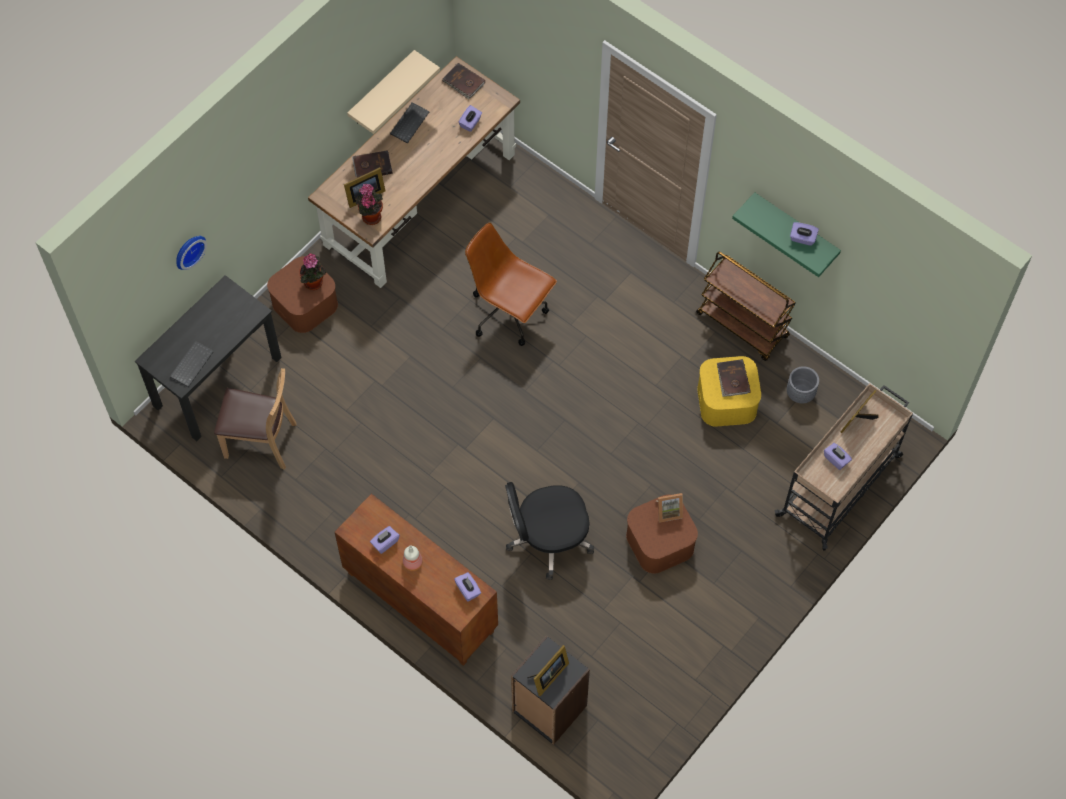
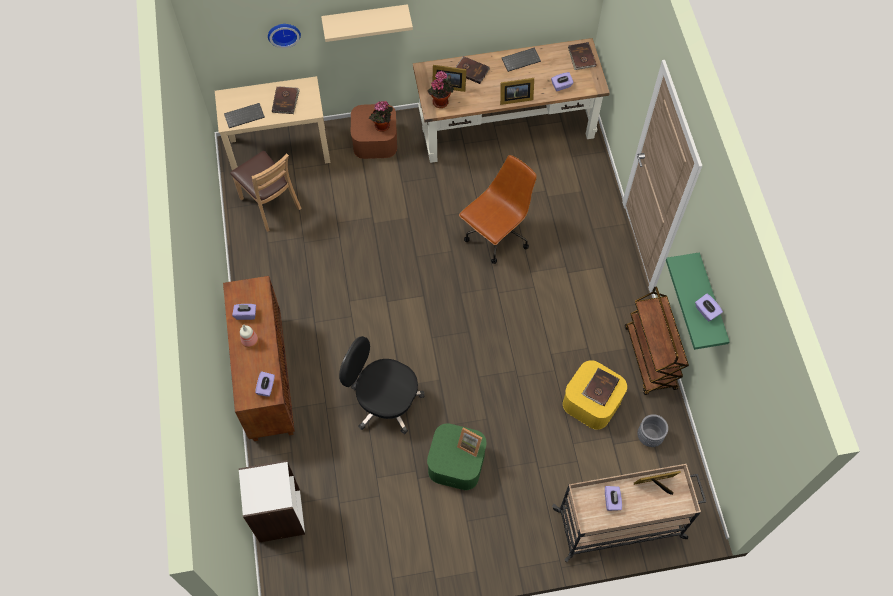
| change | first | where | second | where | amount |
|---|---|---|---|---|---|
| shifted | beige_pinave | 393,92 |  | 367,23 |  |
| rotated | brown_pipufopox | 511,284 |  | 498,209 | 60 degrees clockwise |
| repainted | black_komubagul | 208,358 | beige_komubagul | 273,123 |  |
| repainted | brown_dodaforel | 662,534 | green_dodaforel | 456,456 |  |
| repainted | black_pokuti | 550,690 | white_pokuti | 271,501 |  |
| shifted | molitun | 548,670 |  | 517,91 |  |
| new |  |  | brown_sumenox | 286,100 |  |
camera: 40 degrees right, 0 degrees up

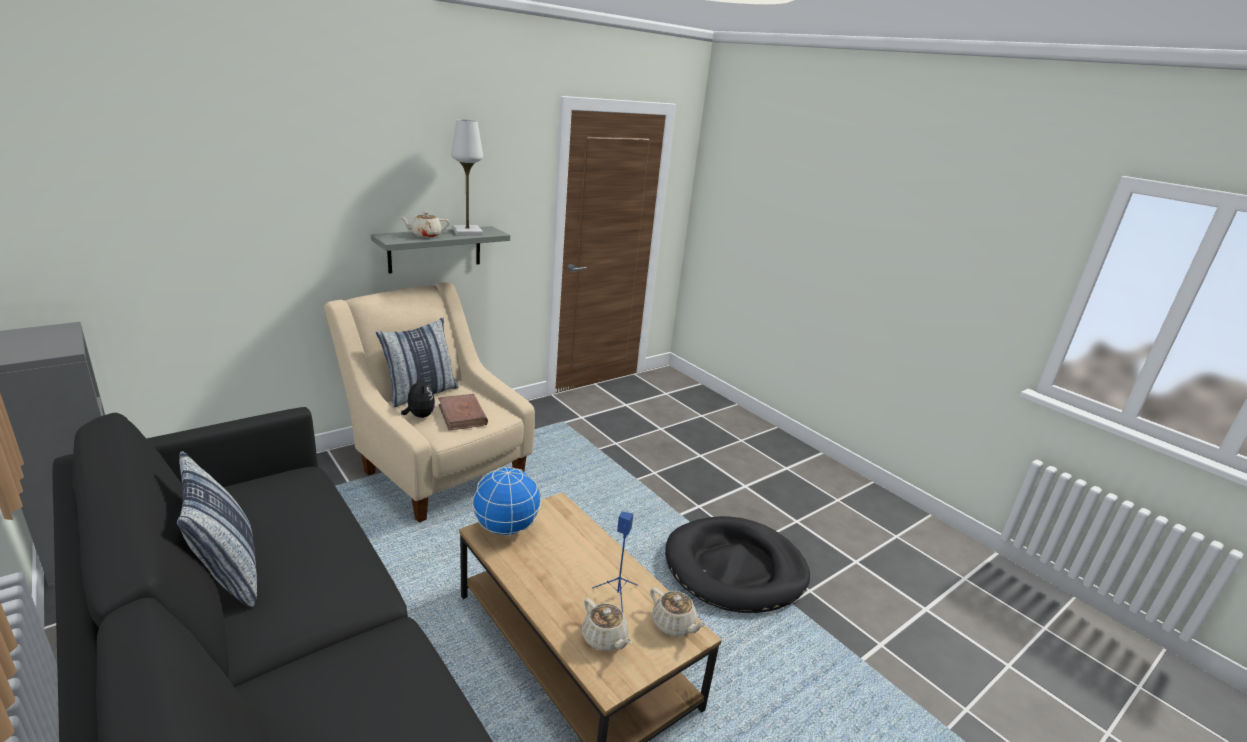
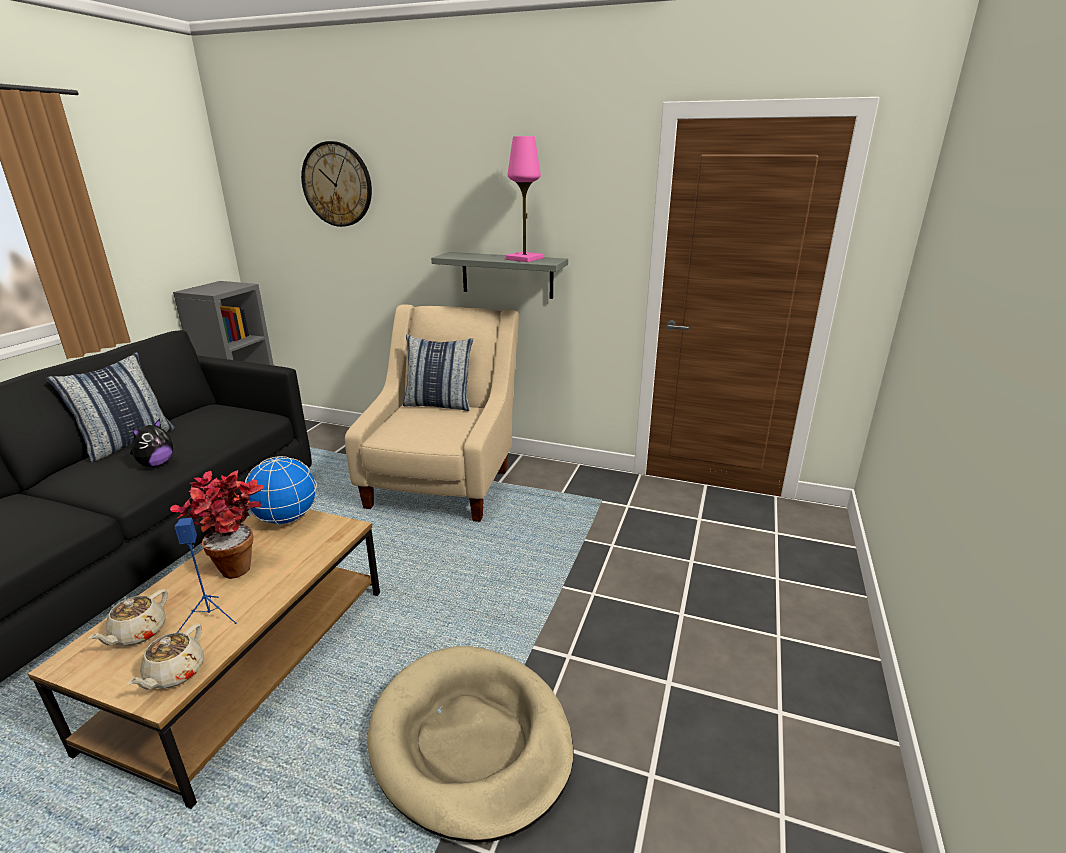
| change | first | where | second | where | amount |
|---|---|---|---|---|---|
| repainted | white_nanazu | 467,177 | pink_nanazu | 524,199 |  |
| gone | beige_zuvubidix | 424,225 |  |  |  |
| shifted | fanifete | 418,397 |  | 151,442 |  |
| gone | brown_sumenox | 463,412 |  |  |  |
| repainted | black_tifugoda | 737,564 | beige_tifugoda | 471,744 |  |
| new |  |  | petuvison | 336,184 |  |
| new |  |  | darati | 217,524 |  |
camera: 60 degrees right, 0 degrees up

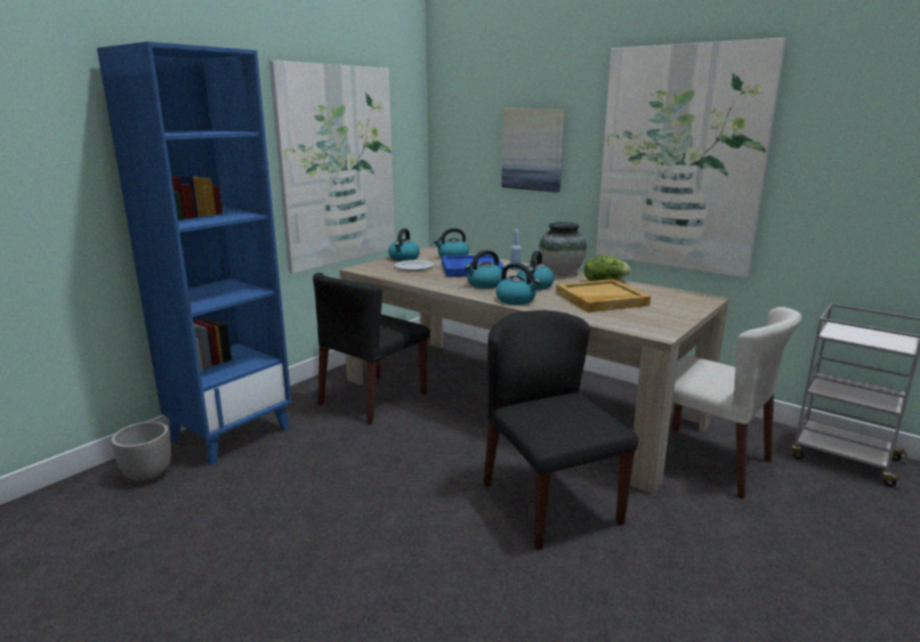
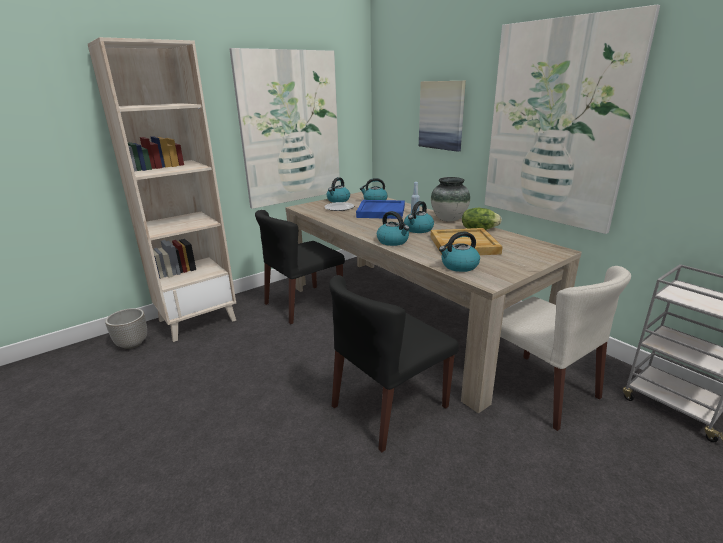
| change | first | where | second | where | amount |
|---|---|---|---|---|---|
| repainted | blue_pokuti | 194,253 | beige_pokuti | 162,189 |  |
| shifted | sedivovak | 483,269 |  | 459,252 |  |
| rotated | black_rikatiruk | 560,430 |  | 394,363 | 120 degrees counterclockwise |
camera: 15 degrees right, 5 degrees up

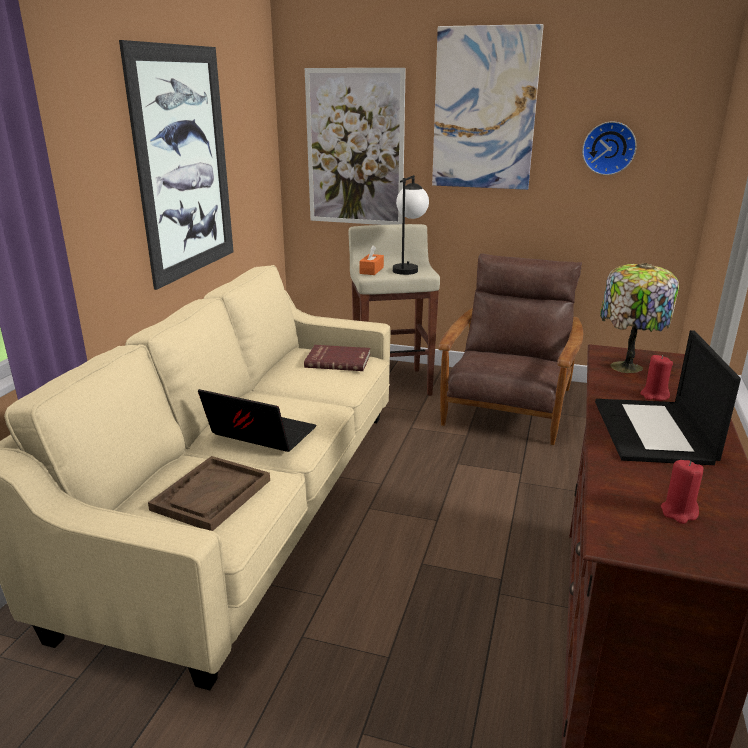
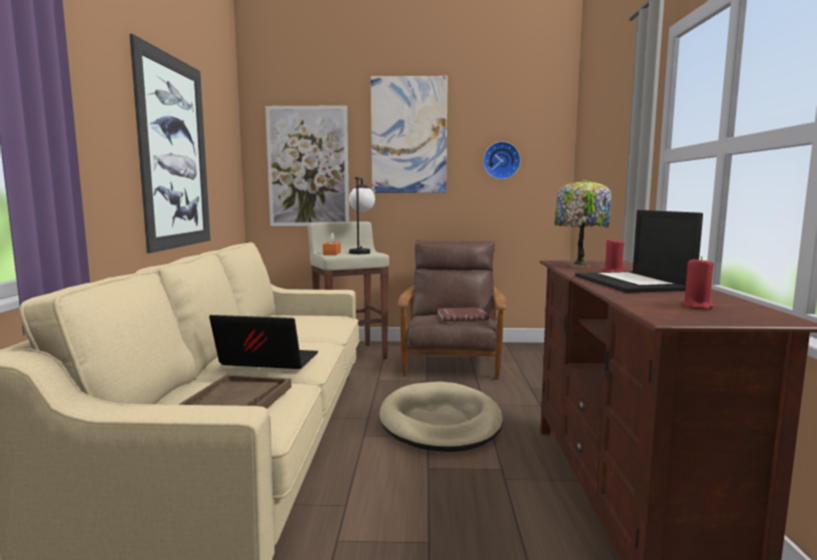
| change | first | where | second | where | amount |
|---|---|---|---|---|---|
| shifted | red_sumenox | 337,358 |  | 463,314 |  |
| new |  |  | beige_tifugoda | 441,416 |  |
camera: 15 degrees left, 15 degrees down

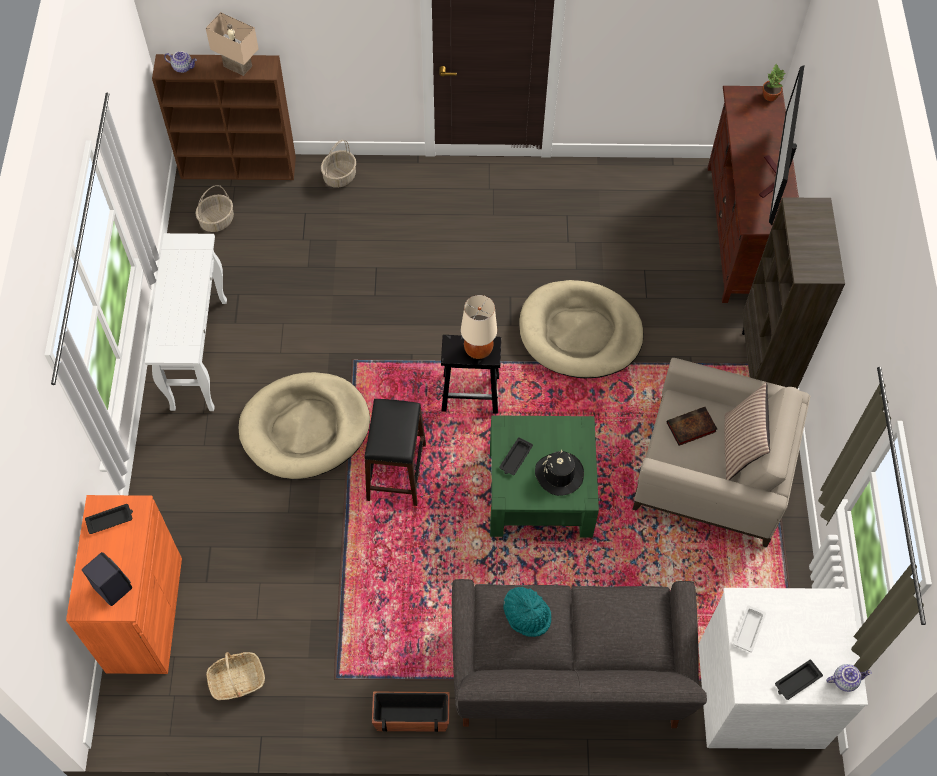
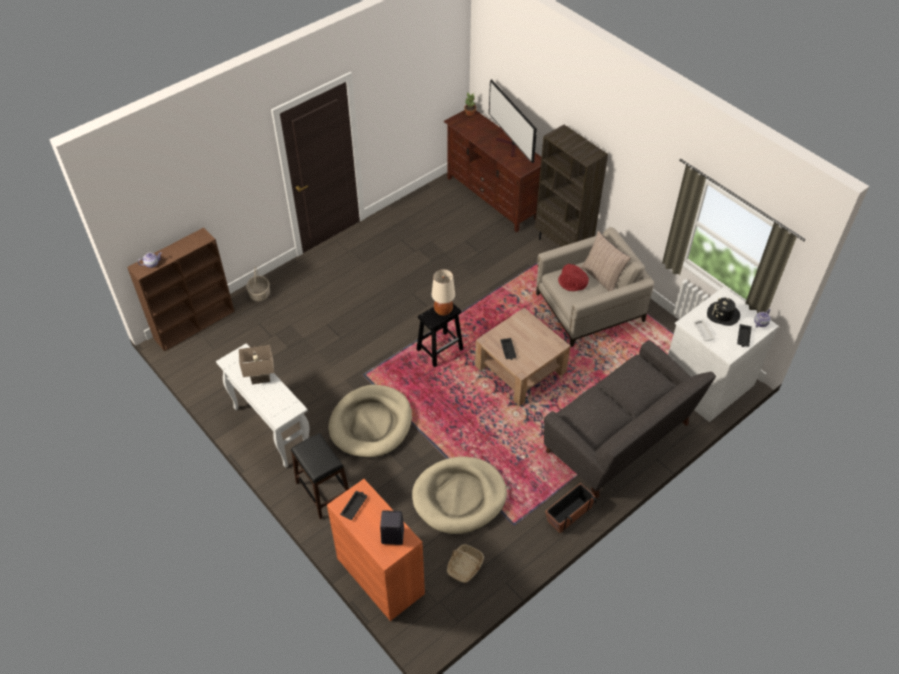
| change | first | where | second | where | amount |
|---|---|---|---|---|---|
| shifted | beige_nanazu | 232,44 |  | 256,364 |  |
| gone | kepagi | 214,208 |  |  |  |
| shifted | beige_tifugoda | 581,329 |  | 459,495 |  |
| shifted | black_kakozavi | 395,452 |  | 320,476 |  |
| swapped | sumenox | 692,426 | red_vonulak | 573,277 |  |
| repainted | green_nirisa | 544,476 | brown_nirisa | 523,357 |  |
| shifted | black_vonulak | 559,473 |  | 723,312 |  |
| gone | turquoise_vonulak | 527,612 |  |  |  |
camera: 40 degrees left, 10 degrees down

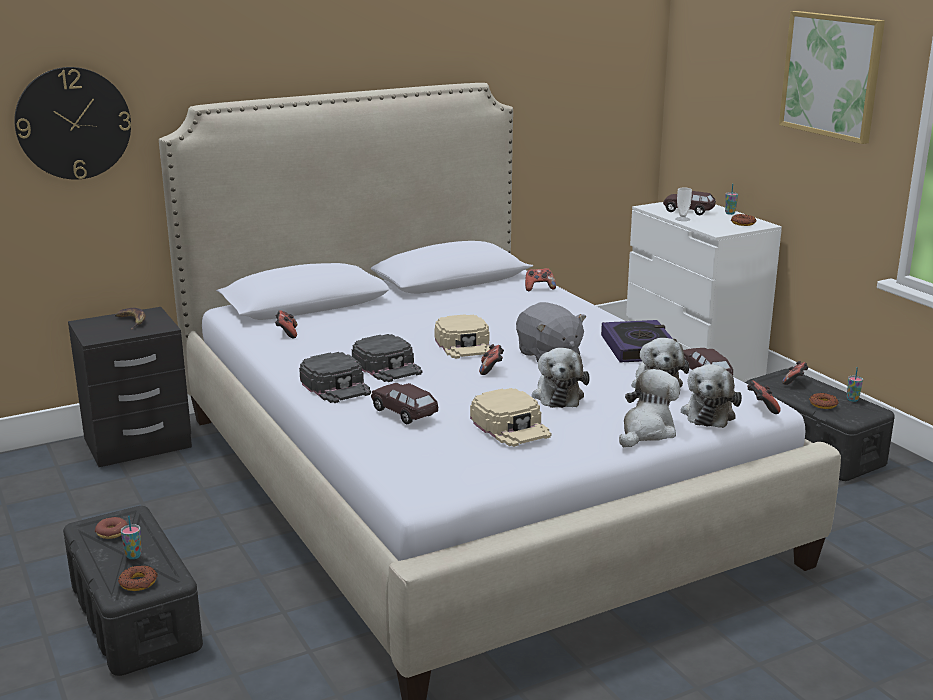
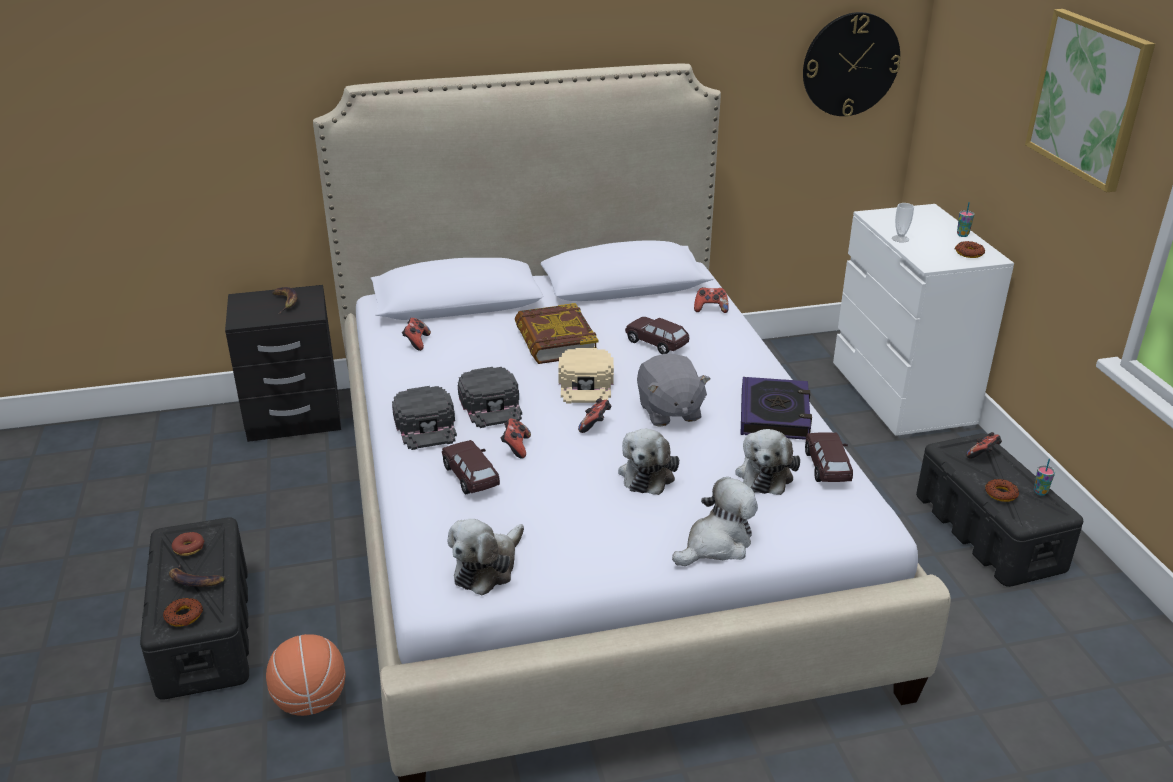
| change | first | where | second | where | amount |
|---|---|---|---|---|---|
| shifted | petuvison | 72,123 |  | 852,64 |  |
| shifted | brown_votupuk | 689,203 |  | 657,335 |  |
| shifted | fanifete | 711,396 |  | 486,557 |  |
| shifted | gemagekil | 764,397 |  | 516,438 |  |
| gone | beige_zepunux | 511,417 |  |  |  |
| swapped | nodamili | 131,537 | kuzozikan | 197,576 |  |
| new |  |  | sumenox | 556,333 |  |
| new |  |  | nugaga | 305,675 |  |
camera: 15 degrees right, 10 degrees up

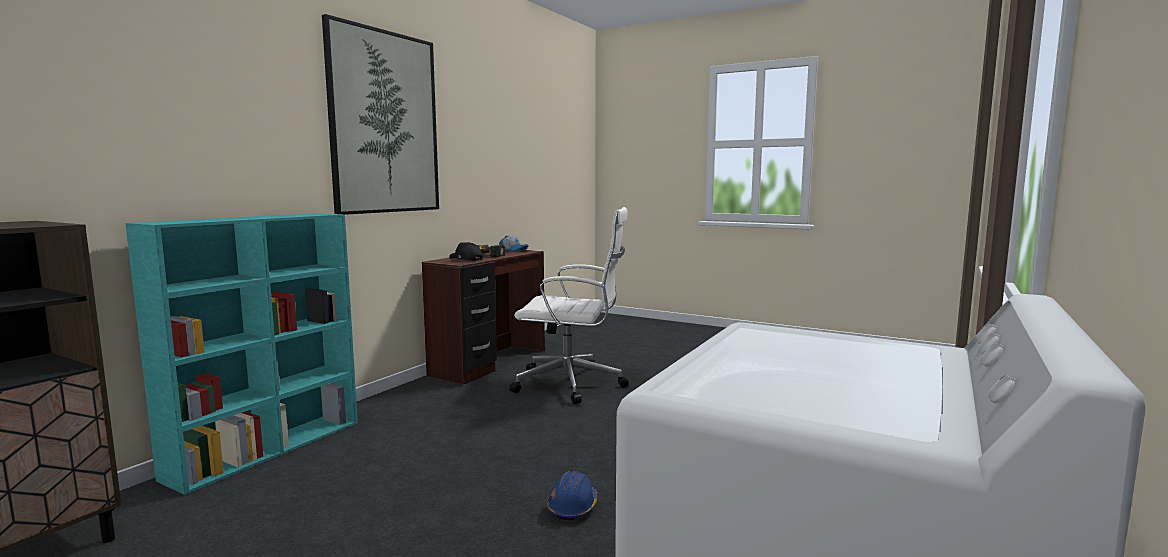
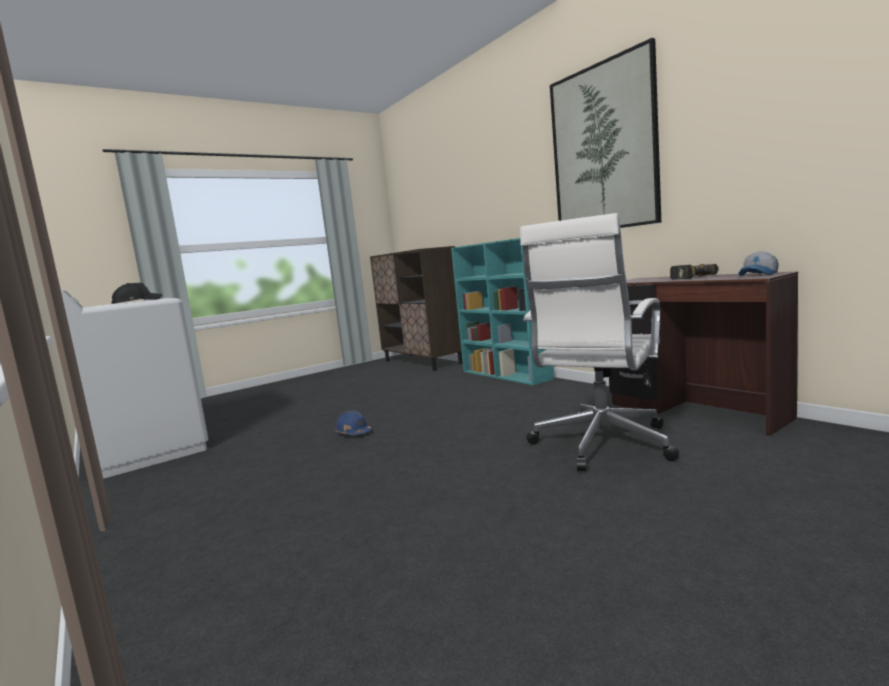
| change | first | where | second | where | amount |
|---|---|---|---|---|---|
| shifted | black_zepunux | 466,251 |  | 137,293 |  |
camera: 115 degrees right, 0 degrees up

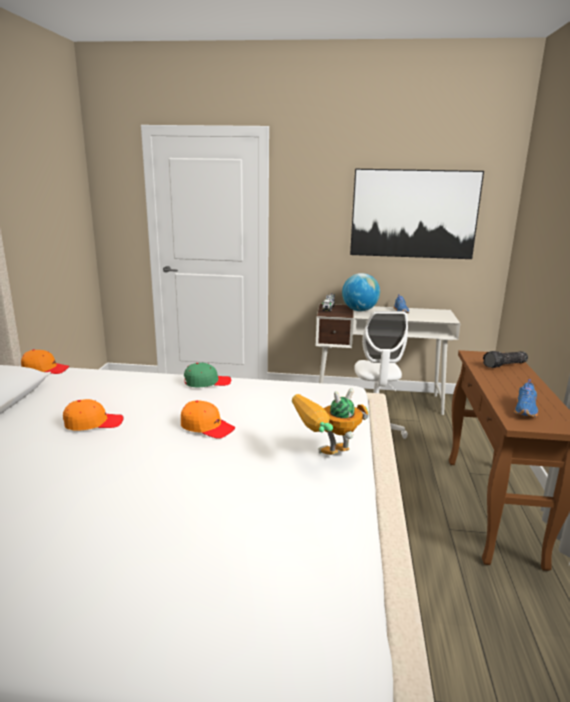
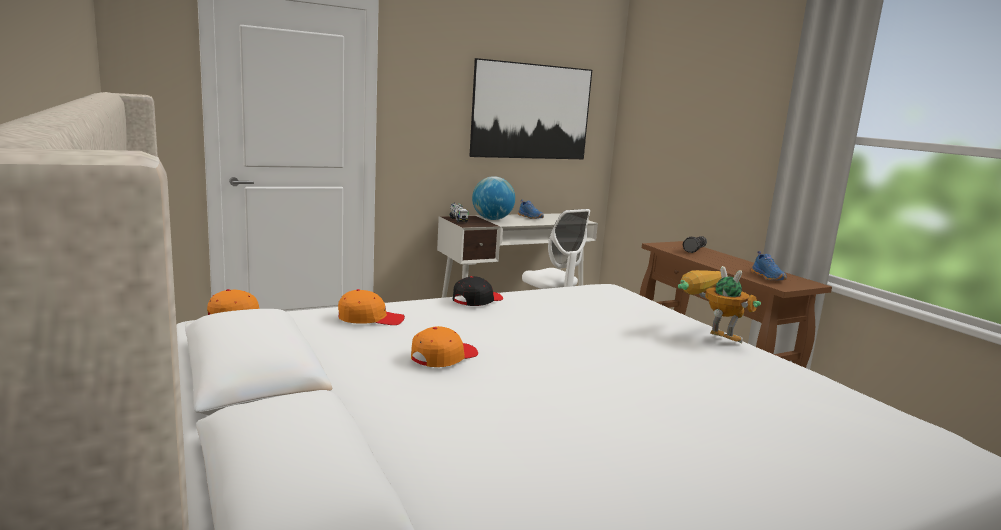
| change | first | where | second | where | amount |
|---|---|---|---|---|---|
| repainted | green_zepunux | 207,375 | black_zepunux | 478,291 |  |
| rotated | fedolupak | 330,421 |  | 719,304 | 105 degrees clockwise |
| shifted | orange_zepunux | 208,419 |  | 371,307 |  |
camera: 35 degrees left, 5 degrees down

